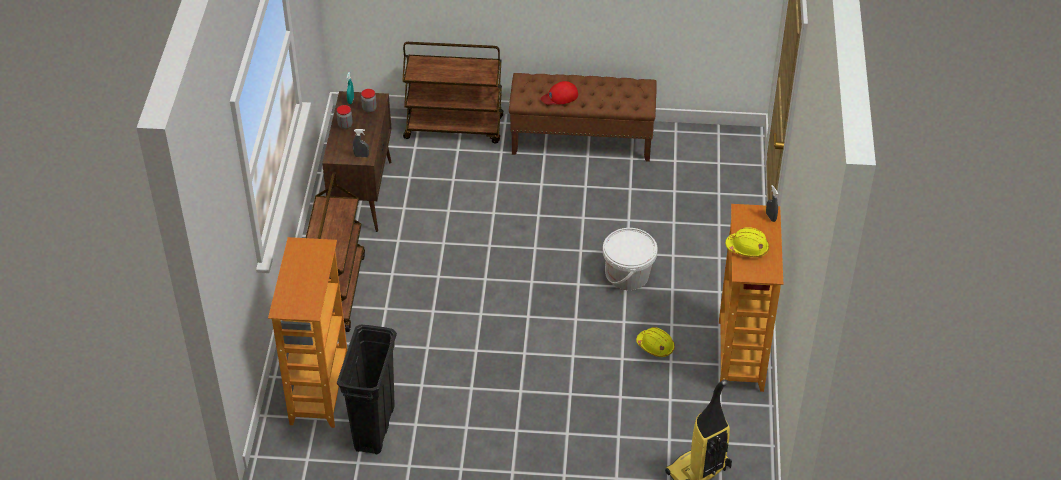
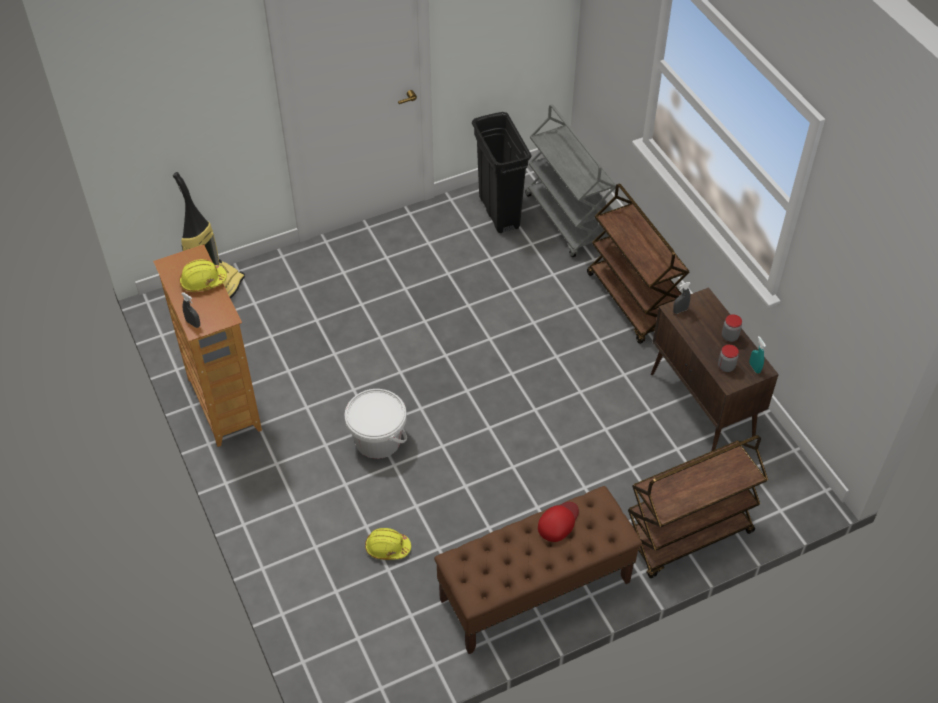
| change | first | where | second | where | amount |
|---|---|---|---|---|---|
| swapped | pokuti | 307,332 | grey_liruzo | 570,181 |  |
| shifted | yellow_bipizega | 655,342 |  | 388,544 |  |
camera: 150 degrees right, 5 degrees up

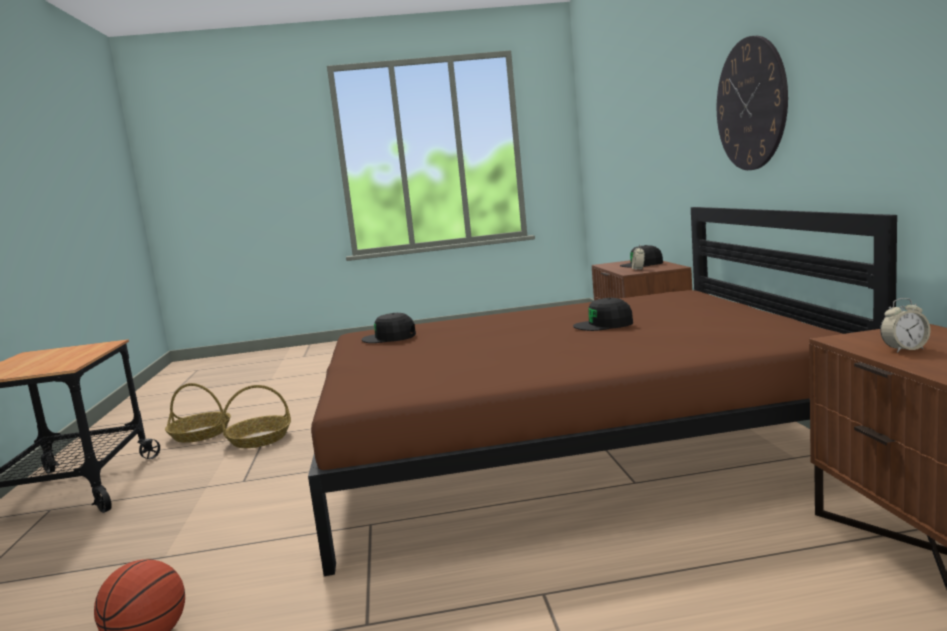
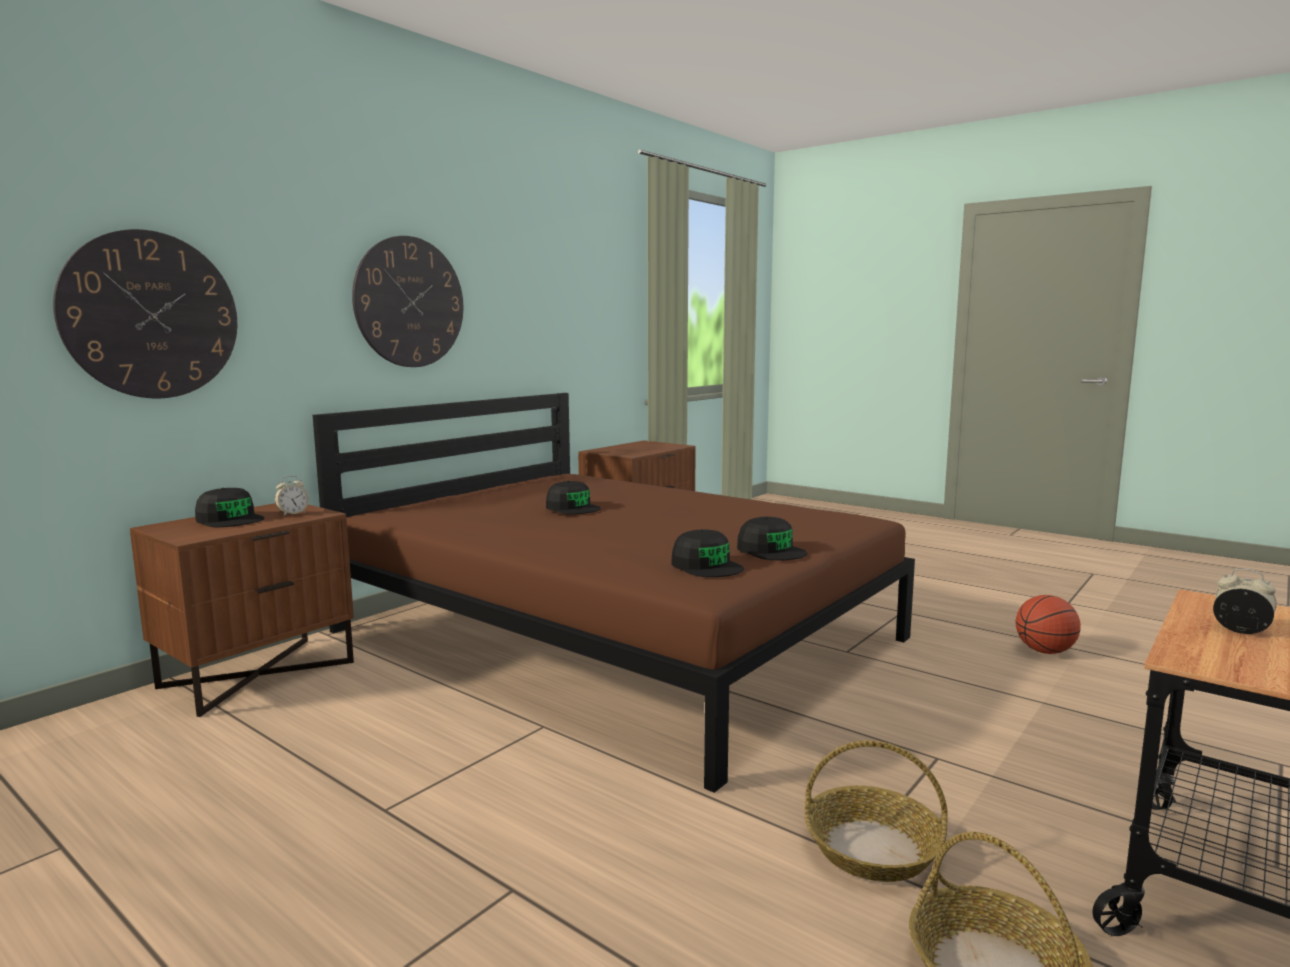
| change | first | where | second | where | amount |
|---|---|---|---|---|---|
| shifted | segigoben | 905,325 |  | 1245,601 |  |
| new |  |  | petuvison | 145,314 |  |
| new |  |  | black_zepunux | 772,539 |  |
camera: 135 degrees left, 0 degrees up

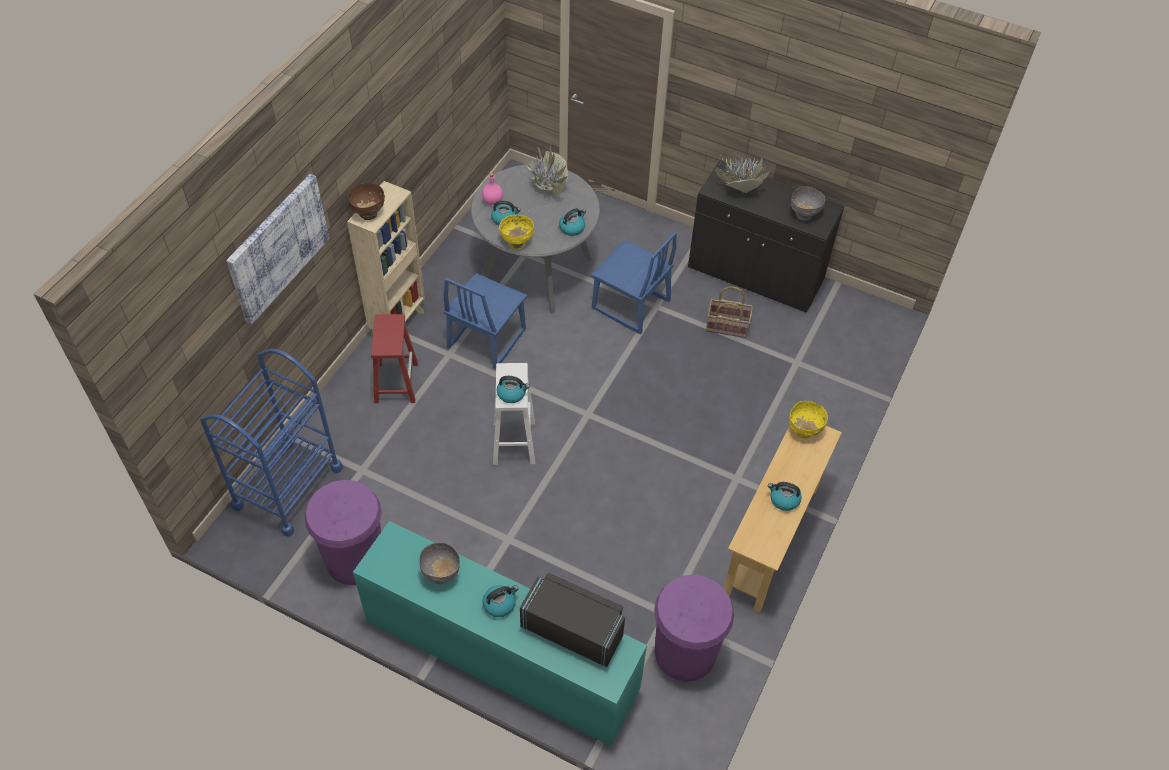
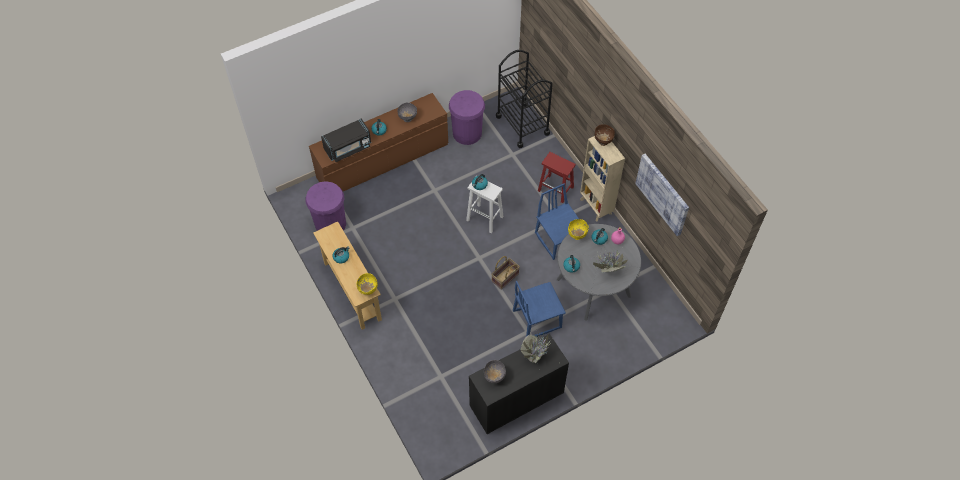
| change | first | where | second | where | amount |
|---|---|---|---|---|---|
| shifted | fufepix | 277,249 |  | 662,195 |  |
| shifted | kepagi | 729,312 |  | 505,273 |  |
| repainted | blue_liruzo | 271,443 | black_liruzo | 524,99 |  |
| repainted | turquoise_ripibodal | 500,634 | brown_ripibodal | 378,142 |  |
camera: 125 degrees right, 5 degrees up

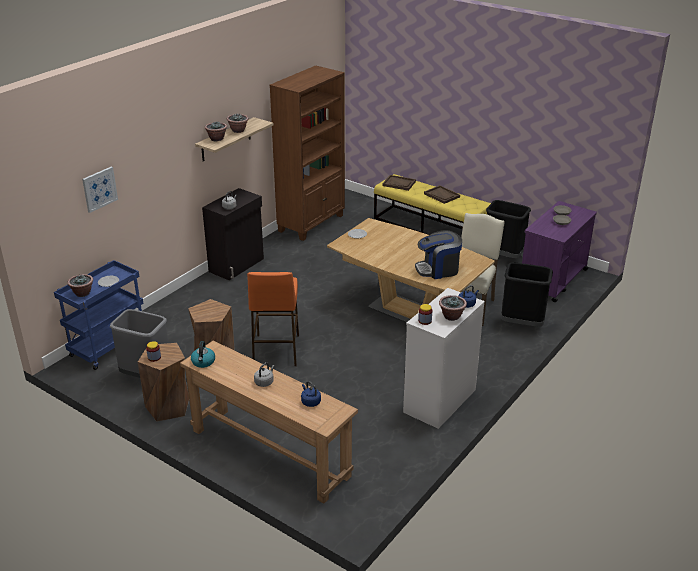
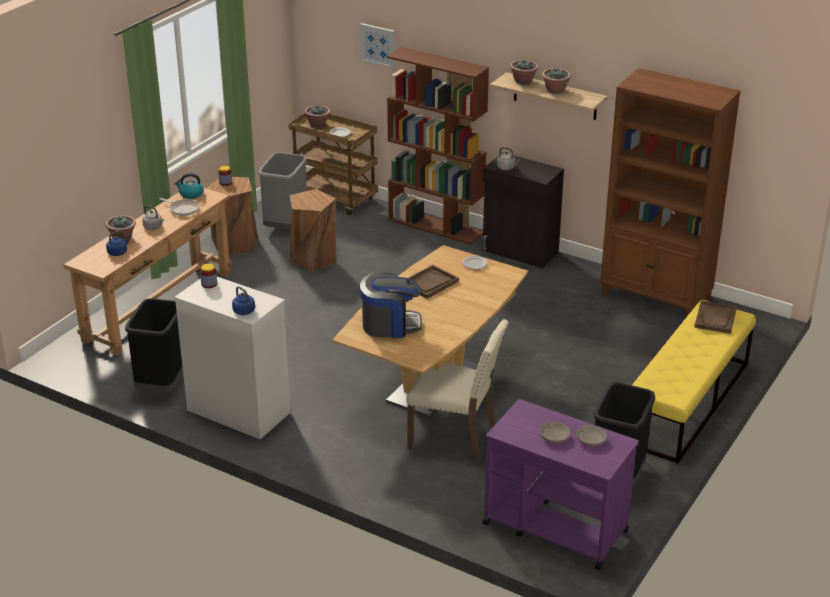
| change | first | where | second | where | amount |
|---|---|---|---|---|---|
| shifted | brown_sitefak | 442,194 |  | 433,282 |  |
| rotated | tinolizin | 438,254 |  | 391,305 | 105 degrees clockwise |
| repainted | blue_liruzo | 99,315 | brown_liruzo | 333,164 |  |
| shifted | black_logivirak | 527,294 |  | 154,345 |  |
| gone | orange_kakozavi | 273,319 |  |  |  |
| shifted | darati | 453,308 |  | 120,228 |  |
| new |  |  | brown_pokuti | 438,146 |  |
| new |  |  | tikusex | 179,207 |  |
camera: 85 degrees right, 0 degrees up

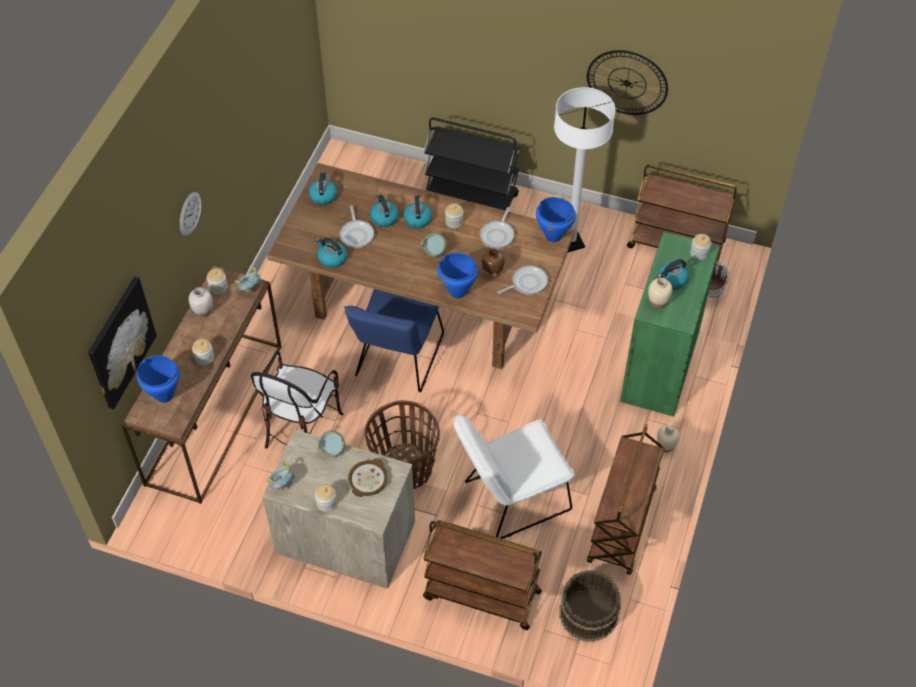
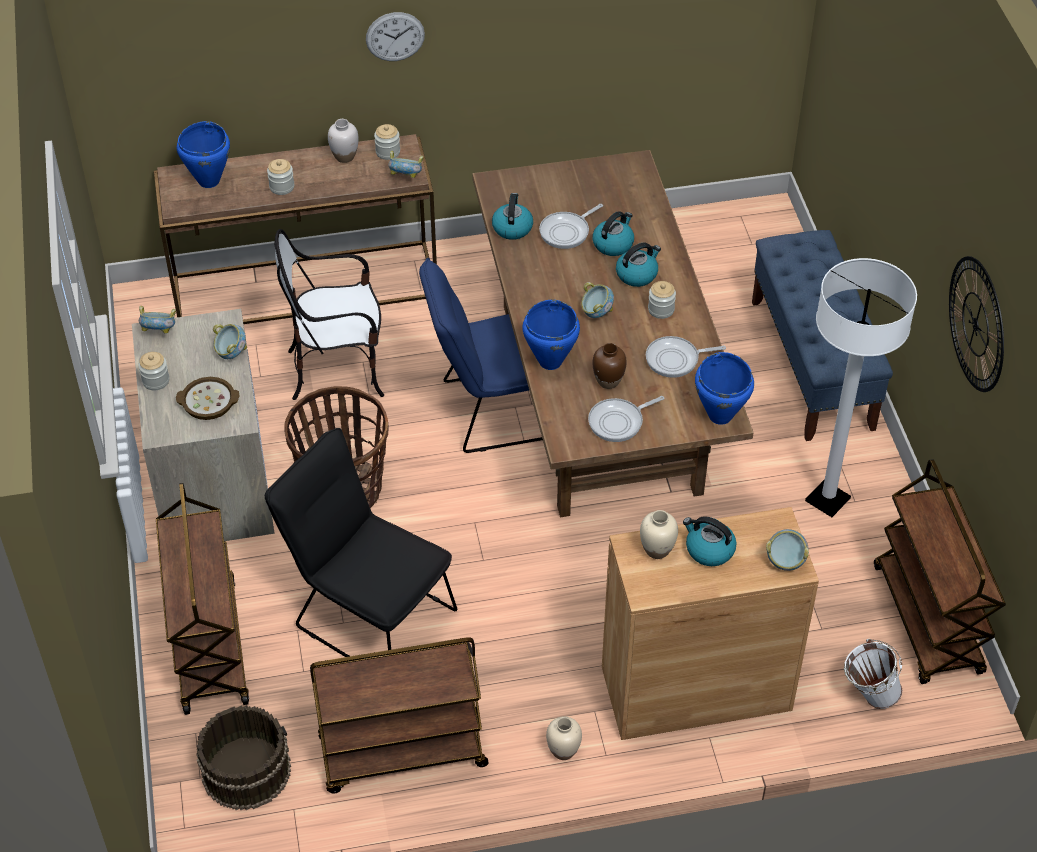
| change | first | where | second | where | amount |
|---|---|---|---|---|---|
| swapped | black_liruzo | 472,164 | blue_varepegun | 822,335 |  |
| gone | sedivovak | 323,188 |  |  |  |
| repainted | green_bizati | 670,324 | brown_bizati | 710,623 |  |
| swapped | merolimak | 700,247 | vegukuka | 787,550 |  |
| rotated | tikusex | 522,280 |  | 626,419 | 120 degrees clockwise |
| gone | fufepix | 122,342 |  |  |  |
| repainted | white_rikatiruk | 514,476 | black_rikatiruk | 361,542 |  |
camera: 60 degrees right, 5 degrees down

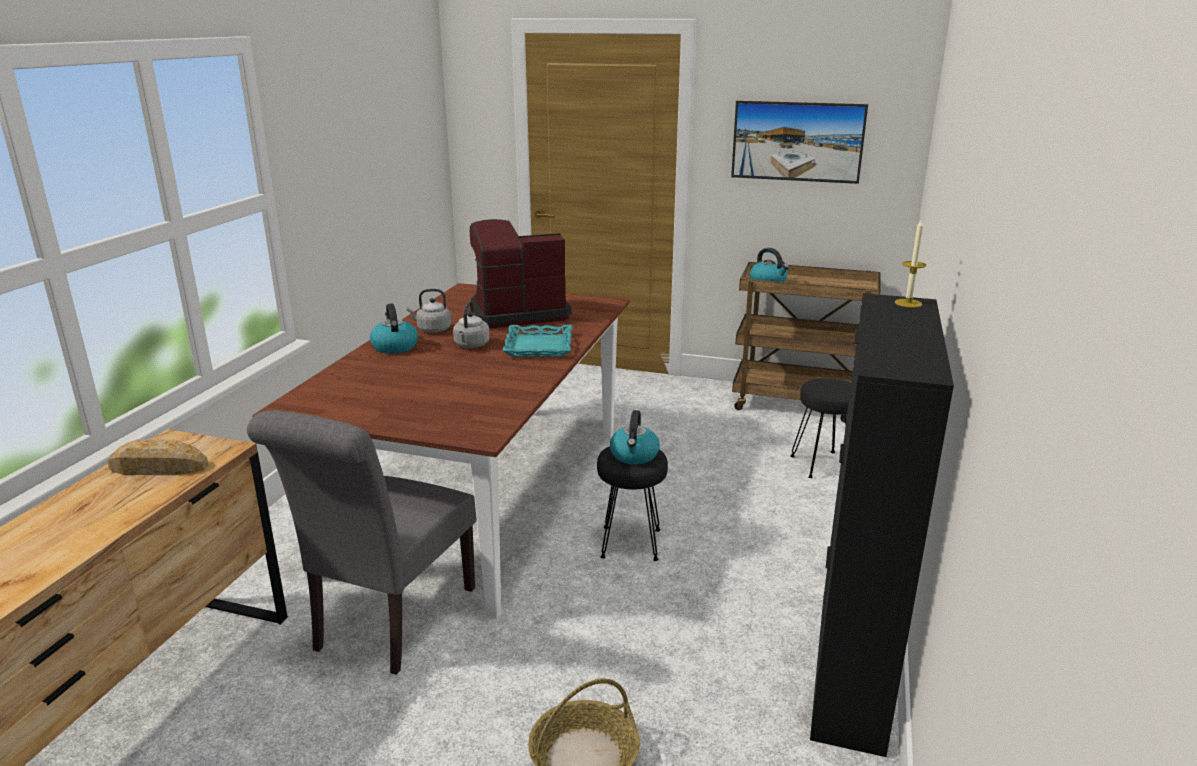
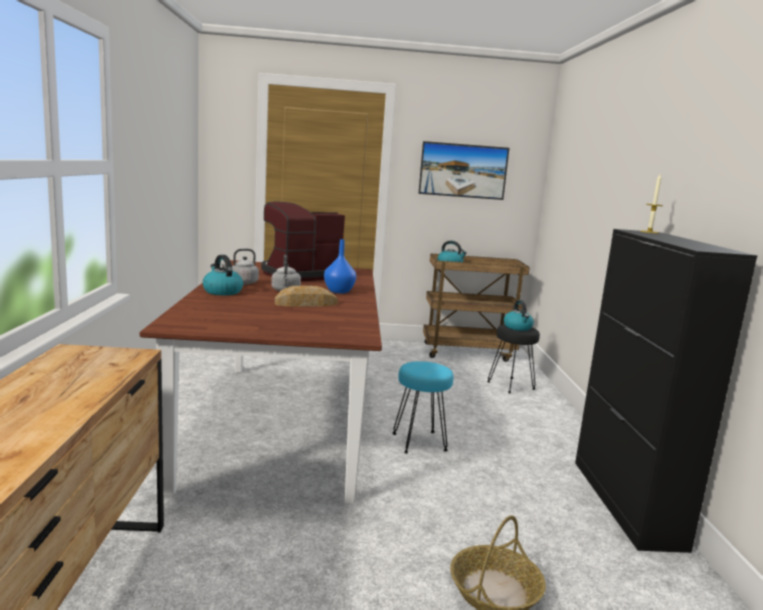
| change | first | where | second | where | amount |
|---|---|---|---|---|---|
| swapped | turquoise_sitefak | 537,341 | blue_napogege | 340,266 |  |
| shifted | sedivovak | 635,437 |  | 519,315 |  |
| gone | grey_rikatiruk | 362,543 |  |  |  |
| shifted | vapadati | 157,457 |  | 306,296 |  |
| repainted | black_kakozavi | 632,503 | turquoise_kakozavi | 422,407 |  |
camera: 20 degrees left, 10 degrees down

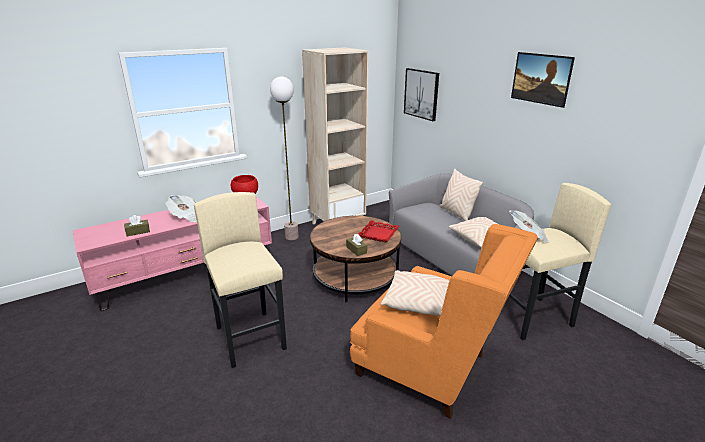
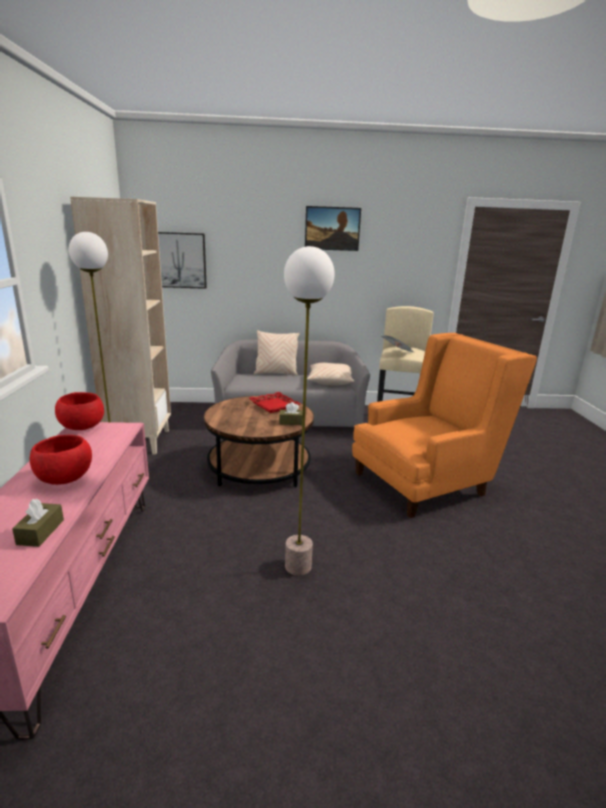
| change | first | where | second | where | amount |
|---|---|---|---|---|---|
| swapped | beige_kakozavi | 240,280 | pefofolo | 309,411 |  |
| swapped | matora | 181,208 | red_vegukuka | 61,460 |  |
| gone | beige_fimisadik | 415,293 |  |  |  |
camera: 60 degrees left, 5 degrees down

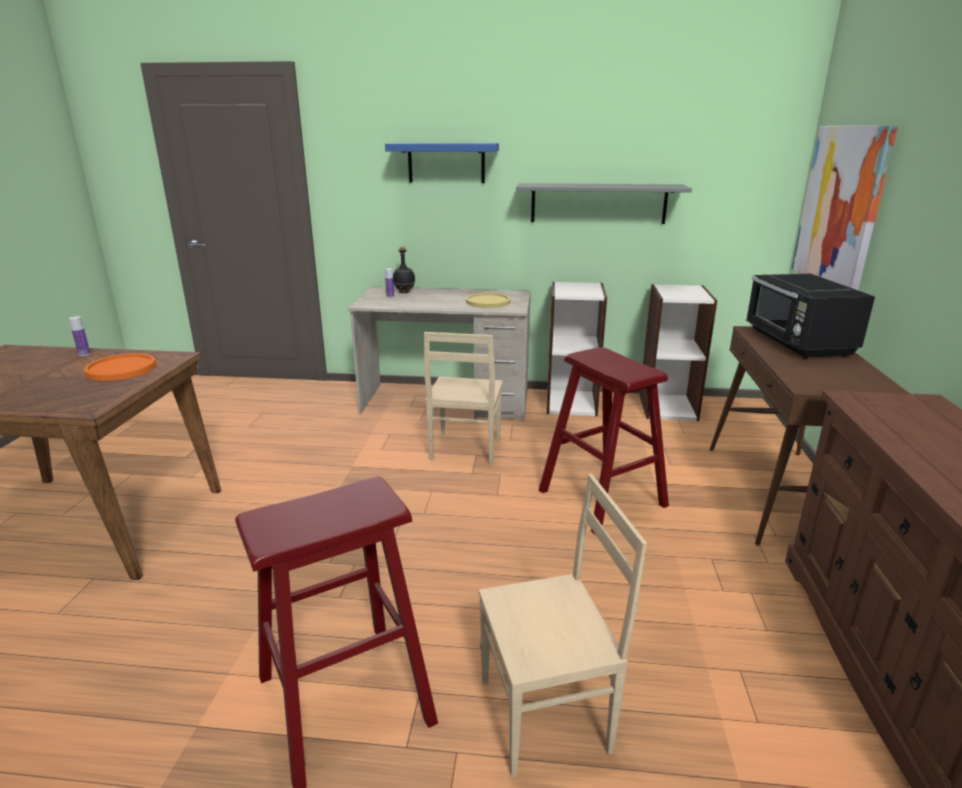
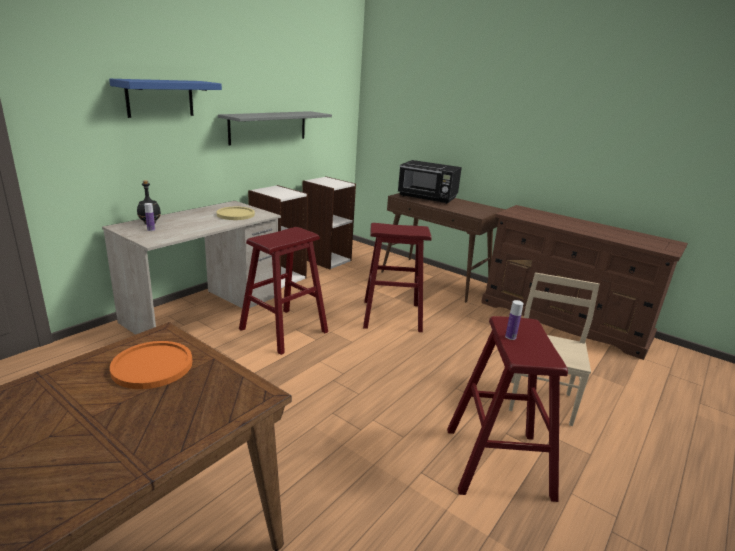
| change | first | where | second | where | amount |
|---|---|---|---|---|---|
| gone | fufepix | 845,208 |  |  |  |
| shifted | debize | 79,336 |  | 514,320 |  |
| swapped | beige_rikatiruk | 463,398 | red_kakozavi | 283,291 |  |
camera: 60 degrees left, 0 degrees up

